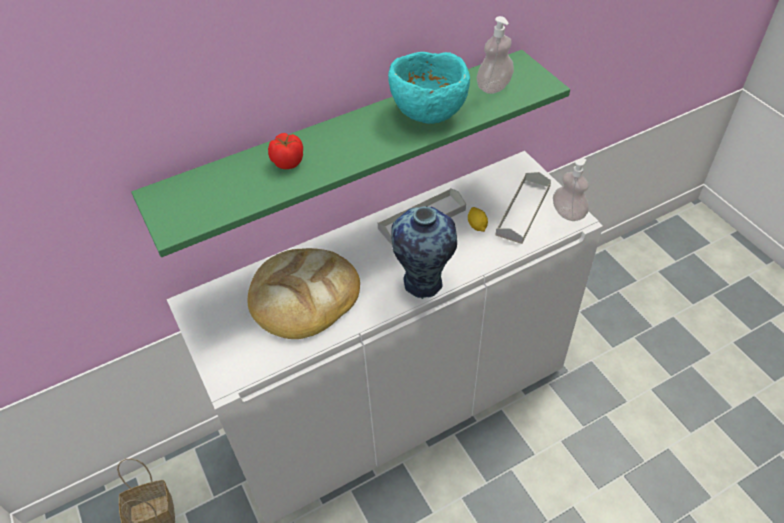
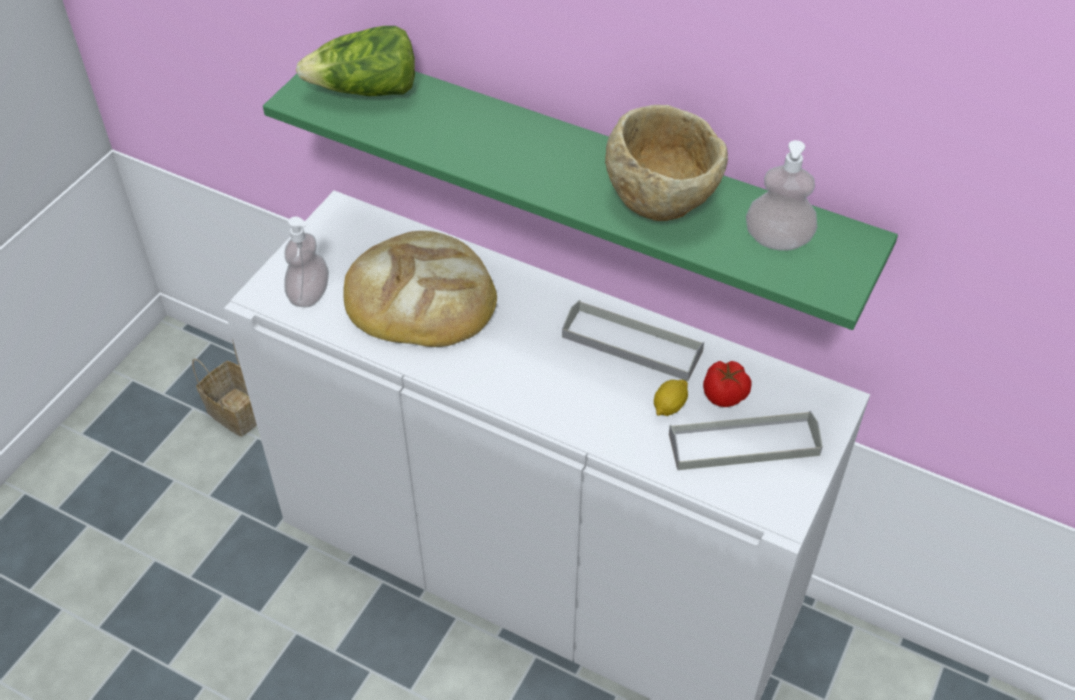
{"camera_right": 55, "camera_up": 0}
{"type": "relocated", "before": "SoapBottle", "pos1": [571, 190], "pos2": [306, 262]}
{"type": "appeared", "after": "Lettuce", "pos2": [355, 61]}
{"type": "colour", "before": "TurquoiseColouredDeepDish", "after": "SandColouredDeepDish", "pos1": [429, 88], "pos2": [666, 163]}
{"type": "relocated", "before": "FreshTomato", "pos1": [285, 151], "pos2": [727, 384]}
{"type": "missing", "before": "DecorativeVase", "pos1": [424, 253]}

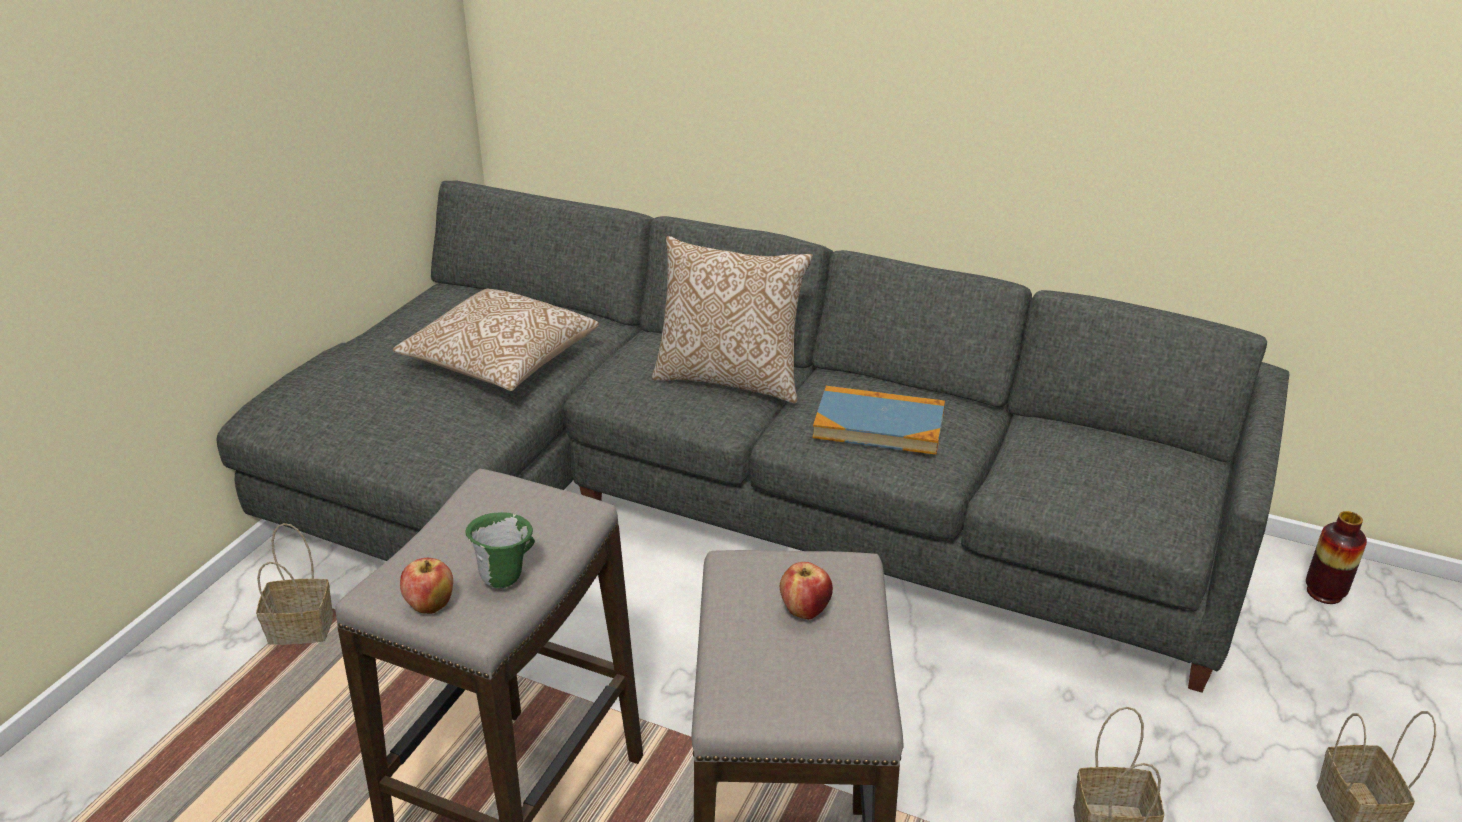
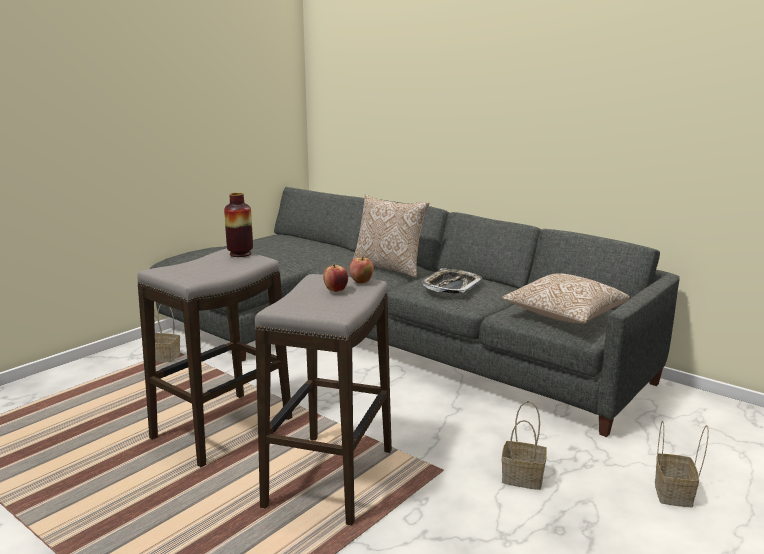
{"camera_right": 15, "camera_up": -15}
{"type": "relocated", "before": "DecorativeVase", "pos1": [1336, 557], "pos2": [238, 225]}
{"type": "relocated", "before": "WholeApple", "pos1": [426, 586], "pos2": [361, 270]}
{"type": "exchanged", "before": "BoundBook", "after": "CarryingTray", "pos1": [878, 420], "pos2": [452, 281]}
{"type": "relocated", "before": "Pillow", "pos1": [496, 339], "pos2": [566, 298]}
{"type": "missing", "before": "GreenColouredCoffeeMug", "pos1": [500, 550]}

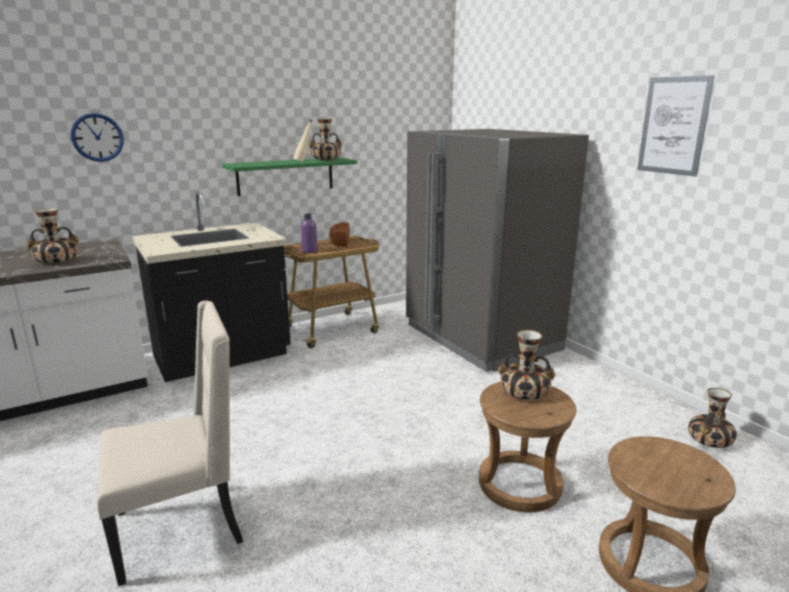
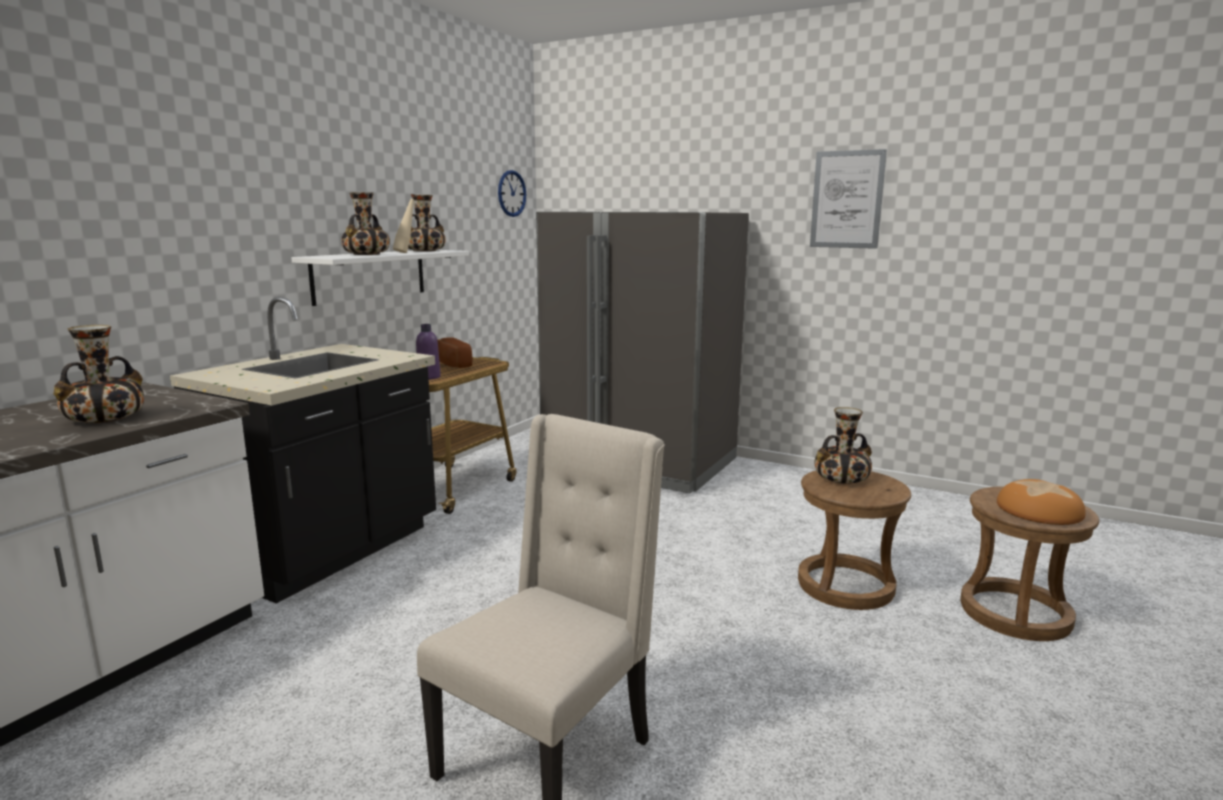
{"camera_right": -30, "camera_up": -5}
{"type": "colour", "before": "GreenColouredShelf", "after": "WhiteColouredShelf", "pos1": [289, 176], "pos2": [380, 278]}
{"type": "relocated", "before": "DecorativeVase", "pos1": [712, 418], "pos2": [365, 223]}
{"type": "relocated", "before": "ClockOnTheWall", "pos1": [97, 137], "pos2": [512, 193]}
{"type": "appeared", "after": "Bread", "pos2": [1041, 502]}

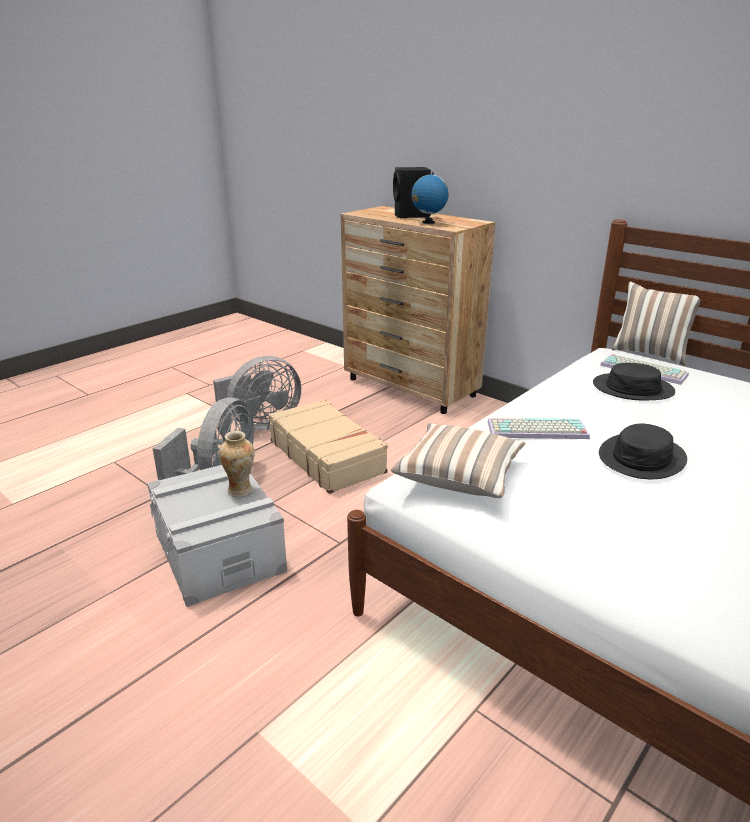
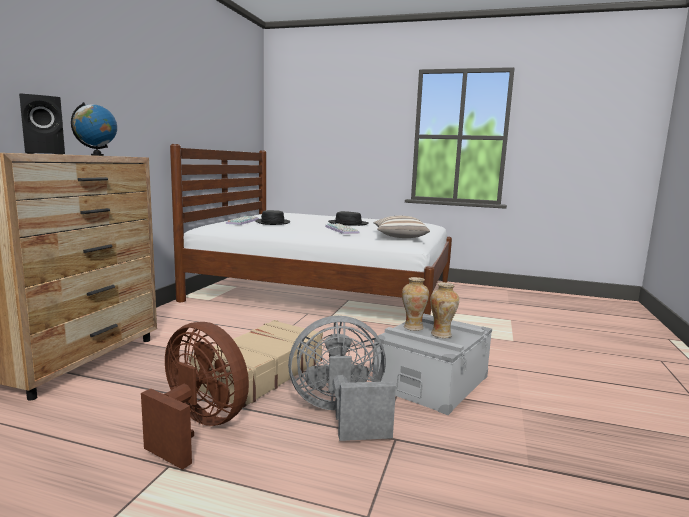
{"camera_right": -115, "camera_up": -15}
{"type": "colour", "before": "GreyishElectricFan", "after": "BrownColouredElectricFan", "pos1": [257, 393], "pos2": [195, 396]}
{"type": "appeared", "after": "DecorativeVase", "pos2": [444, 310]}
{"type": "missing", "before": "Pillow", "pos1": [656, 323]}

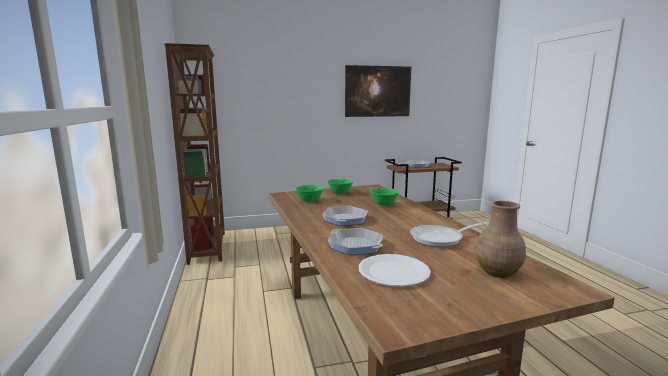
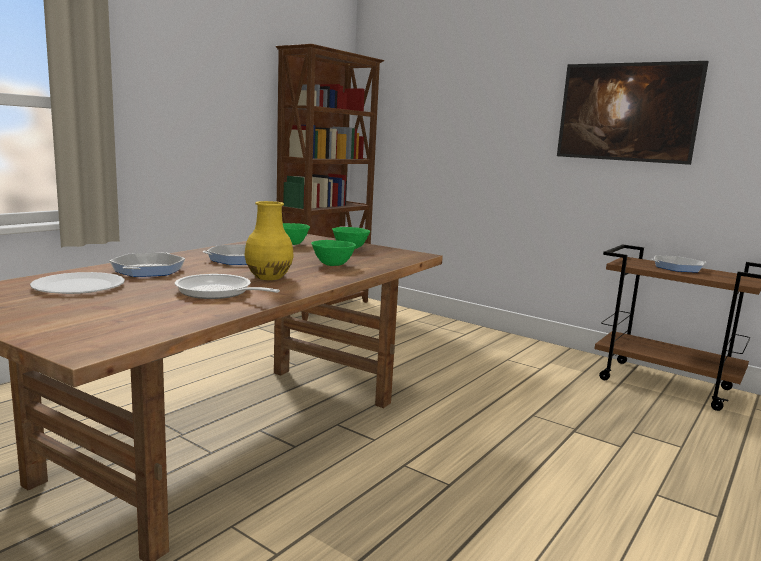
{"camera_right": 50, "camera_up": 0}
{"type": "appeared", "after": "YellowishDecorativeVase", "pos2": [269, 240]}
{"type": "missing", "before": "BrownColouredDecorativeVase", "pos1": [500, 239]}

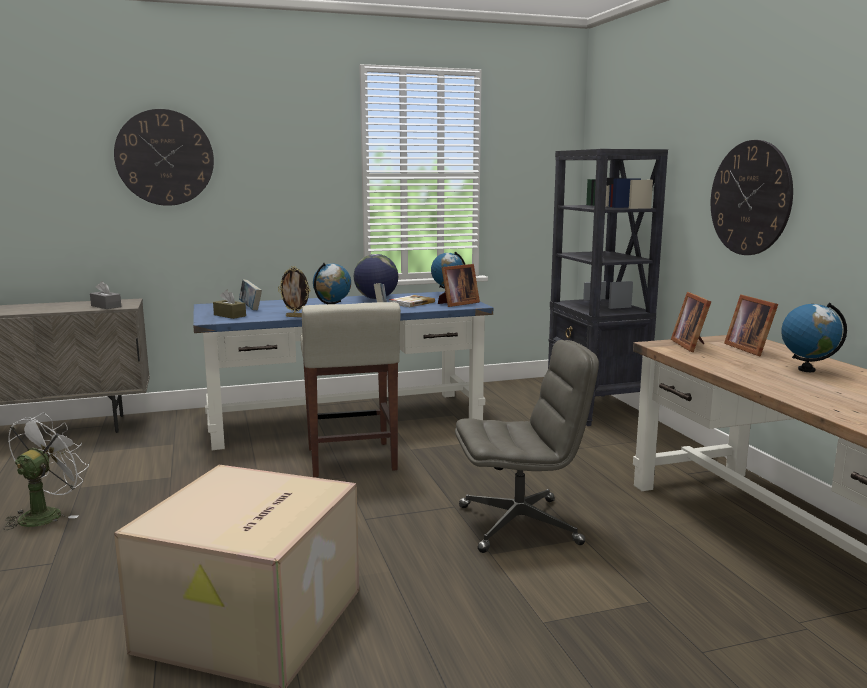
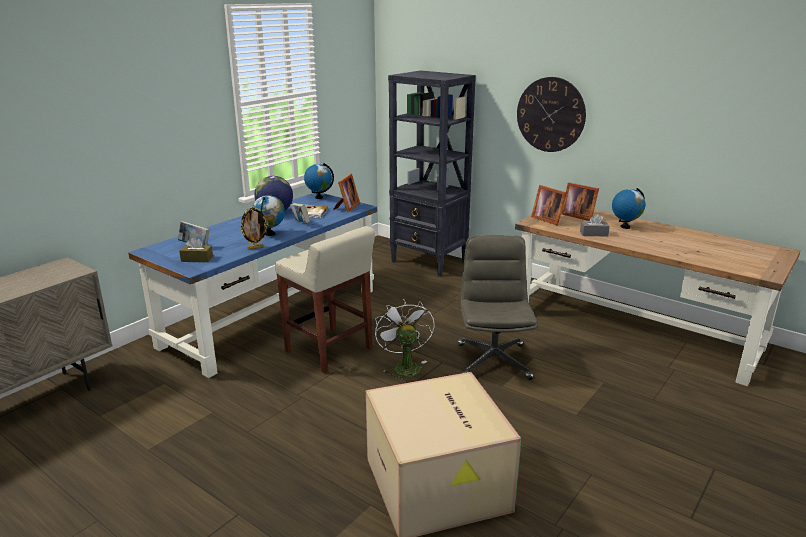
{"camera_right": -35, "camera_up": 10}
{"type": "relocated", "before": "WhiteColouredElectricFan", "pos1": [46, 471], "pos2": [405, 340]}
{"type": "spun", "before": "GreyishOfficeChair", "pos1": [527, 446], "pos2": [497, 307], "turn": -45}
{"type": "relocated", "before": "GreyishTissueBox", "pos1": [106, 295], "pos2": [595, 225]}
{"type": "missing", "before": "ClockOnTheWall", "pos1": [164, 157]}

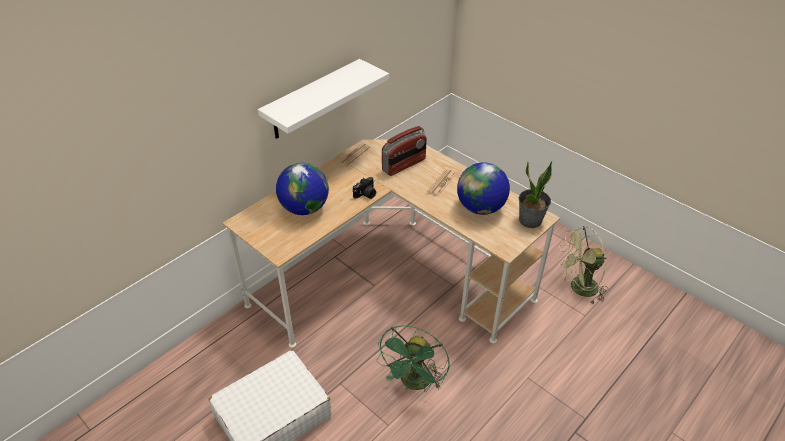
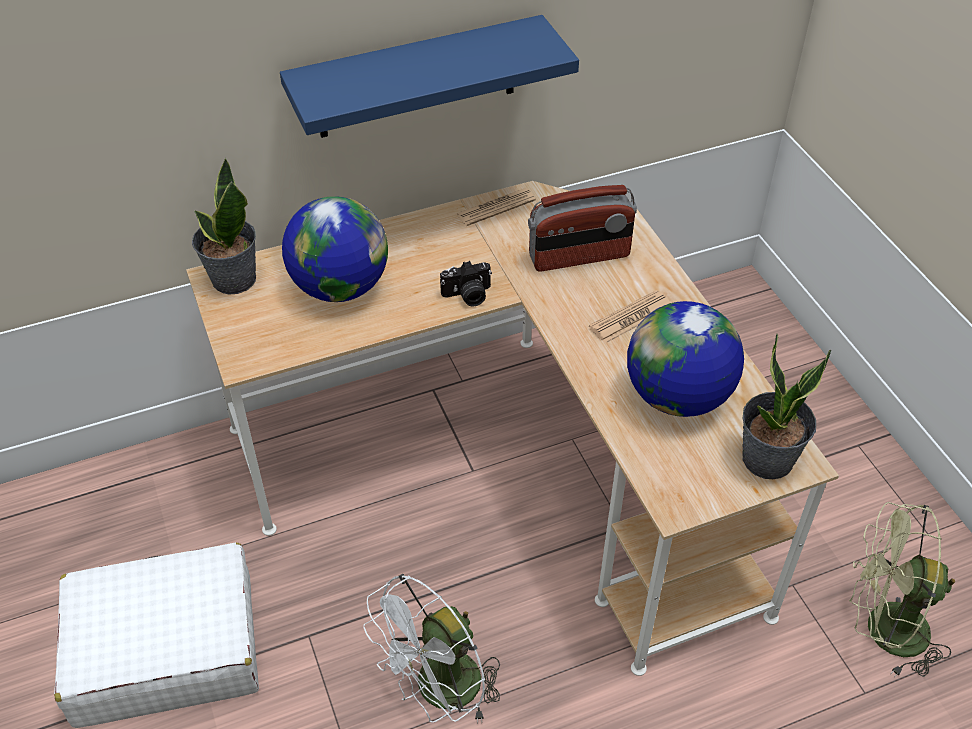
{"camera_right": 25, "camera_up": 5}
{"type": "appeared", "after": "PottedPlant", "pos2": [224, 226]}
{"type": "colour", "before": "WhiteColouredShelf", "after": "BluishShelf", "pos1": [323, 99], "pos2": [429, 76]}
{"type": "colour", "before": "GreenColouredElectricFan", "after": "WhiteColouredElectricFan", "pos1": [413, 358], "pos2": [431, 649]}

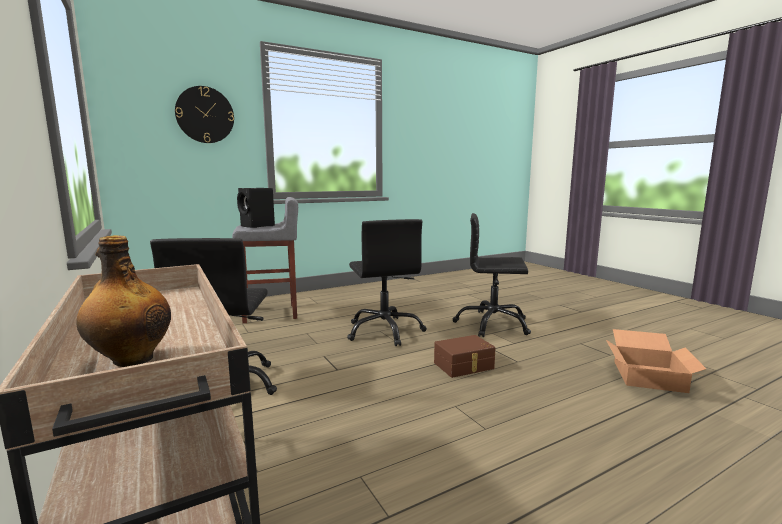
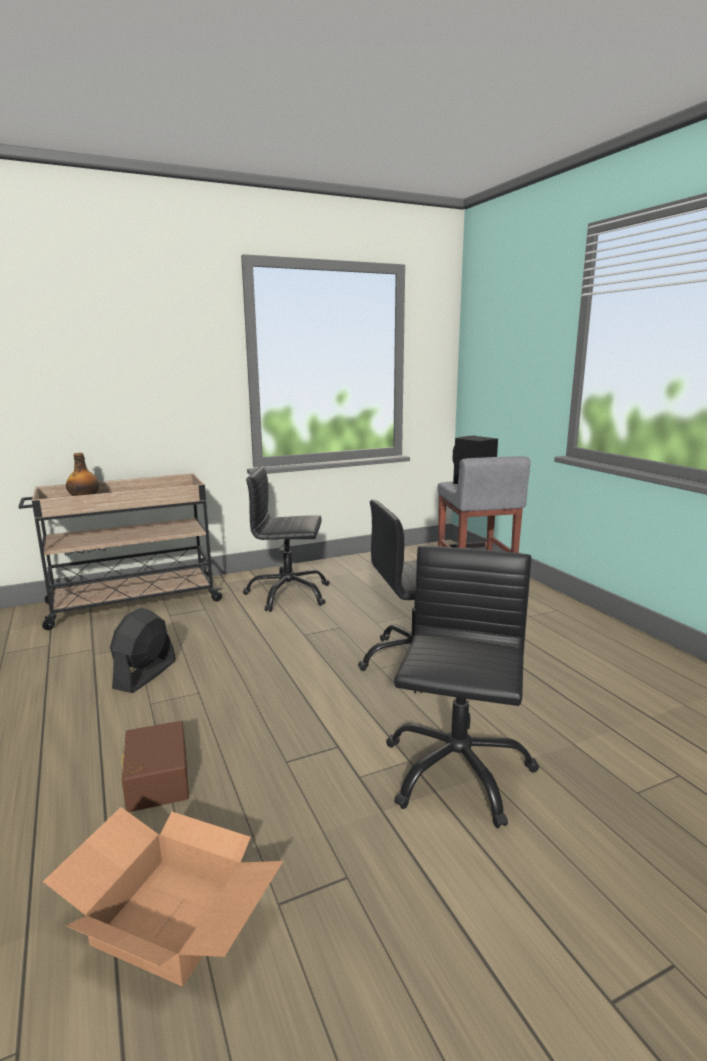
{"camera_right": 95, "camera_up": 5}
{"type": "appeared", "after": "BlackElectricFan", "pos2": [143, 650]}
{"type": "relocated", "before": "BrownColouredStorageContainer", "pos1": [464, 356], "pos2": [155, 766]}
{"type": "missing", "before": "ClockOnTheWall", "pos1": [204, 114]}

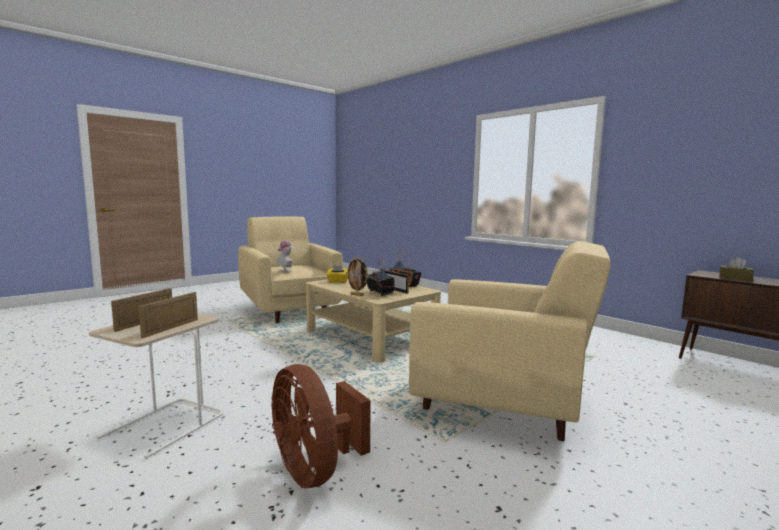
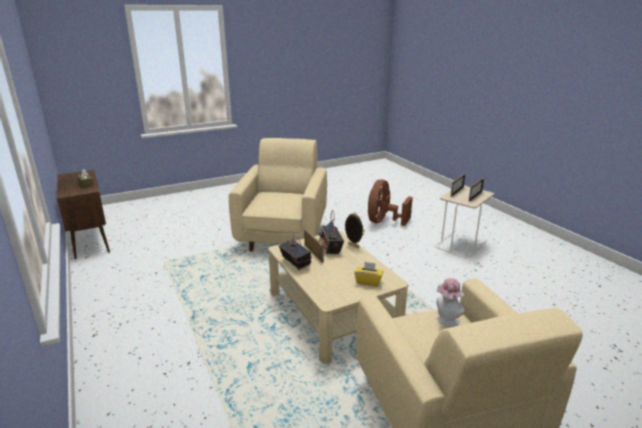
{"camera_right": -165, "camera_up": 15}
{"type": "spun", "before": "SandColouredLoungeChair", "pos1": [509, 341], "pos2": [278, 195], "turn": 60}
{"type": "spun", "before": "BrownColouredElectricFan", "pos1": [321, 426], "pos2": [390, 202], "turn": -135}

